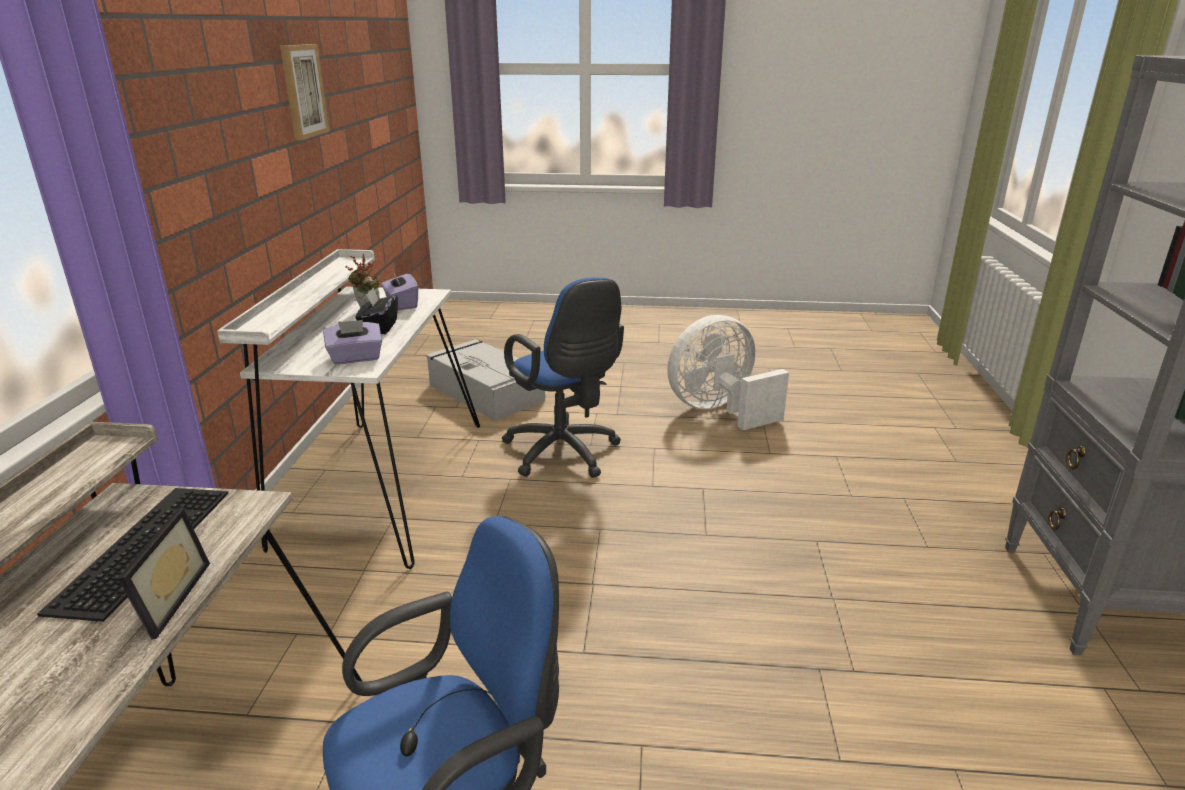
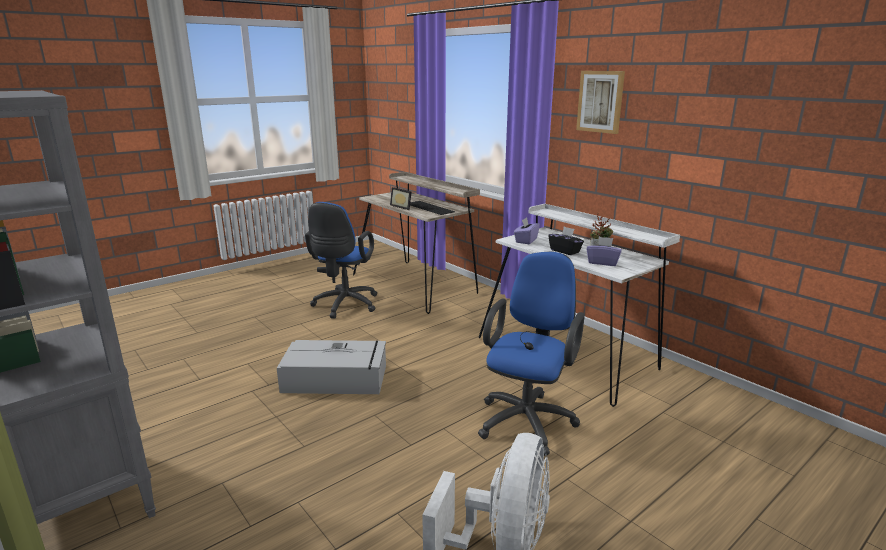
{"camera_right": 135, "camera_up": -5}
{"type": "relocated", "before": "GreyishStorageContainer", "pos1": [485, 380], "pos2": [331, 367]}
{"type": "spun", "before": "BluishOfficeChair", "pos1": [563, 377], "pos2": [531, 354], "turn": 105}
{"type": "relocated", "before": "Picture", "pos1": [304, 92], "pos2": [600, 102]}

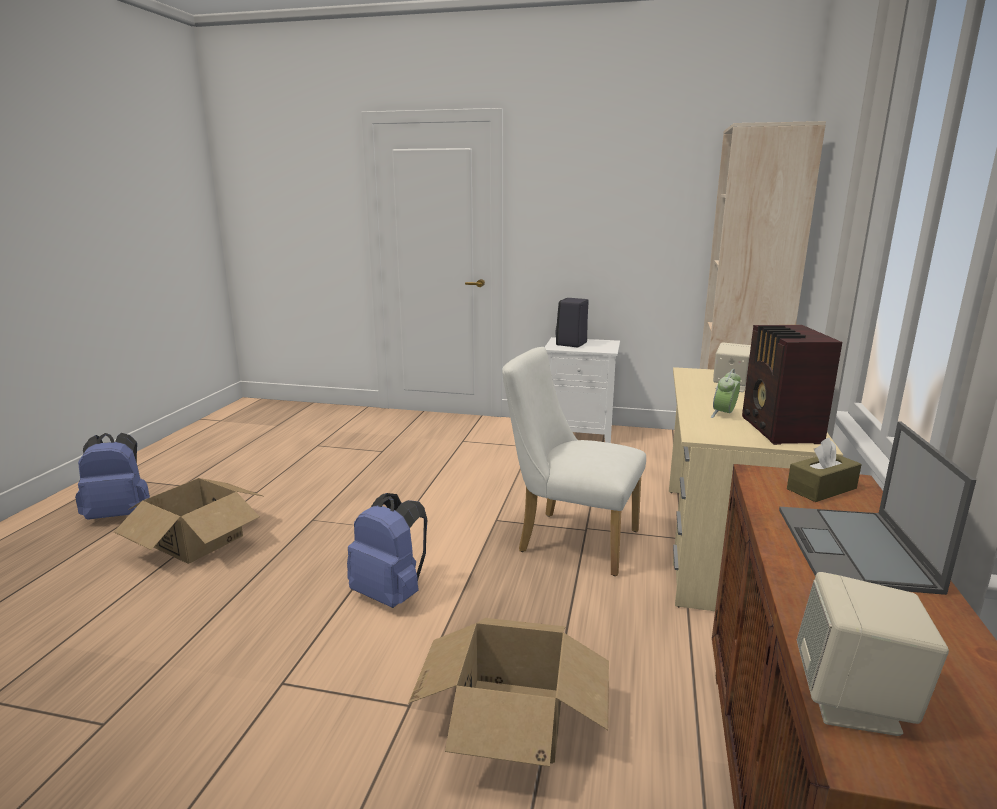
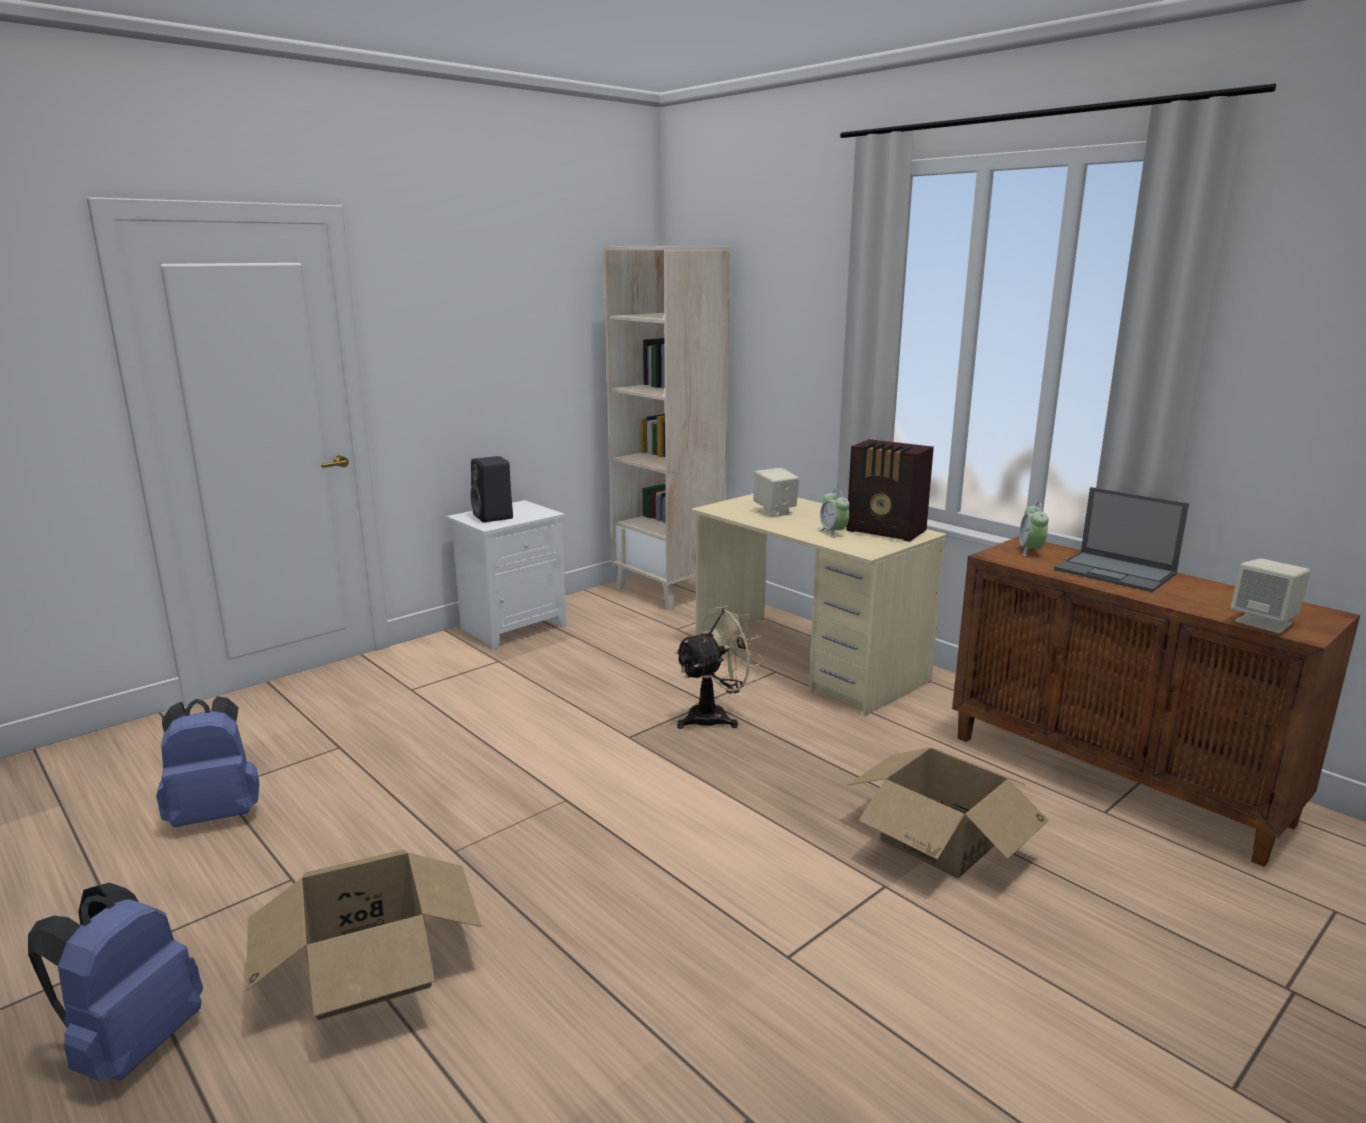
{"camera_right": -55, "camera_up": 0}
{"type": "relocated", "before": "BluishKnapsack", "pos1": [387, 550], "pos2": [207, 761]}
{"type": "exchanged", "before": "WhiteColouredUprightChair", "after": "SandColouredElectricFan", "pos1": [574, 461], "pos2": [720, 666]}
{"type": "exchanged", "before": "BrownColouredTissueBox", "after": "BedsideClock", "pos1": [824, 470], "pos2": [1033, 529]}

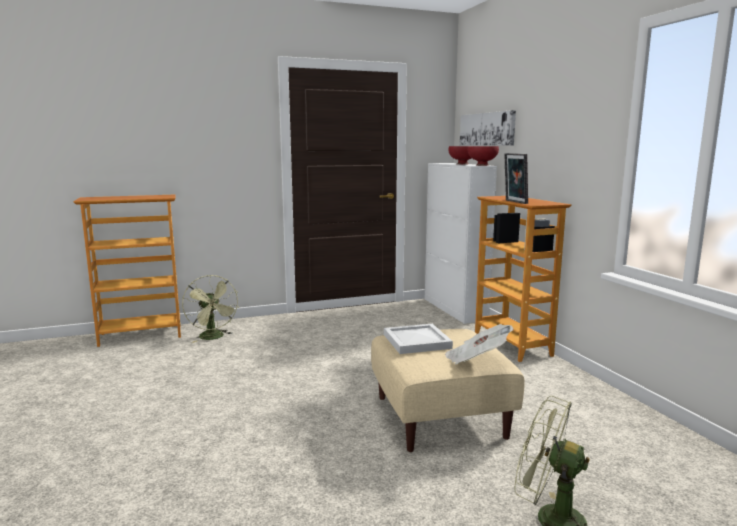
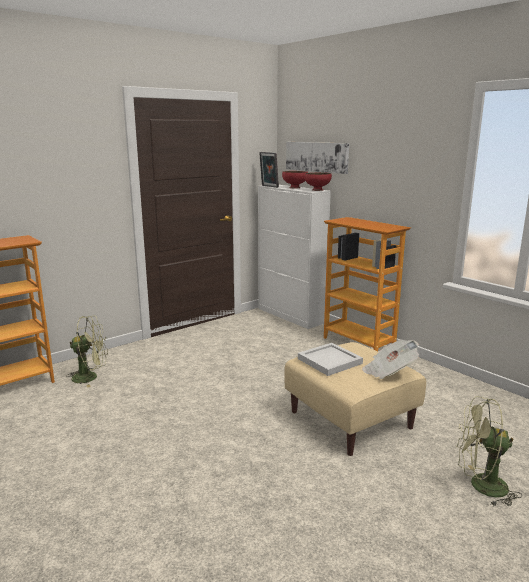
{"camera_right": -20, "camera_up": 5}
{"type": "spun", "before": "GreenColouredElectricFan", "pos1": [210, 309], "pos2": [87, 352], "turn": -45}
{"type": "relocated", "before": "PictureFrame", "pos1": [516, 178], "pos2": [269, 170]}

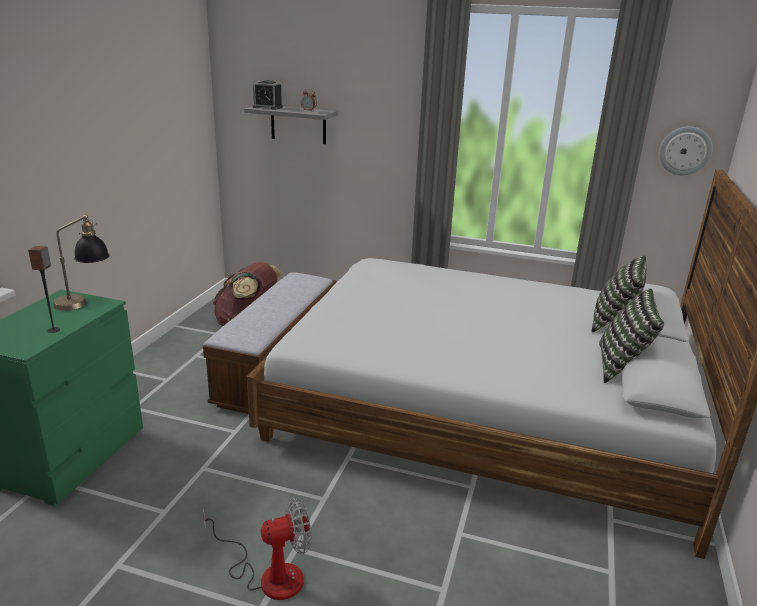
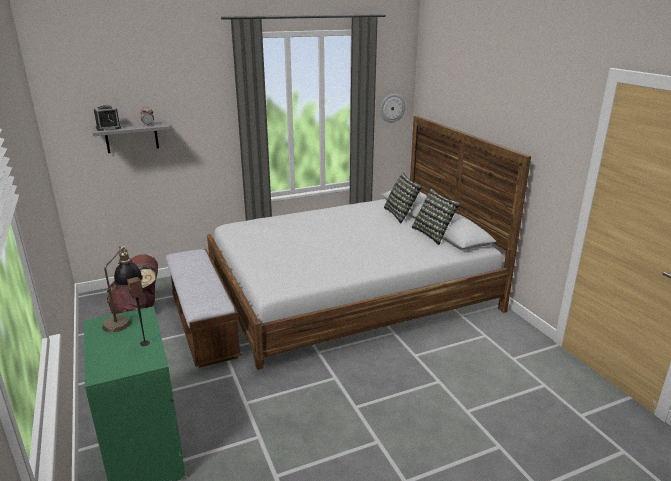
{"camera_right": -40, "camera_up": 0}
{"type": "missing", "before": "ElectricFan", "pos1": [257, 549]}

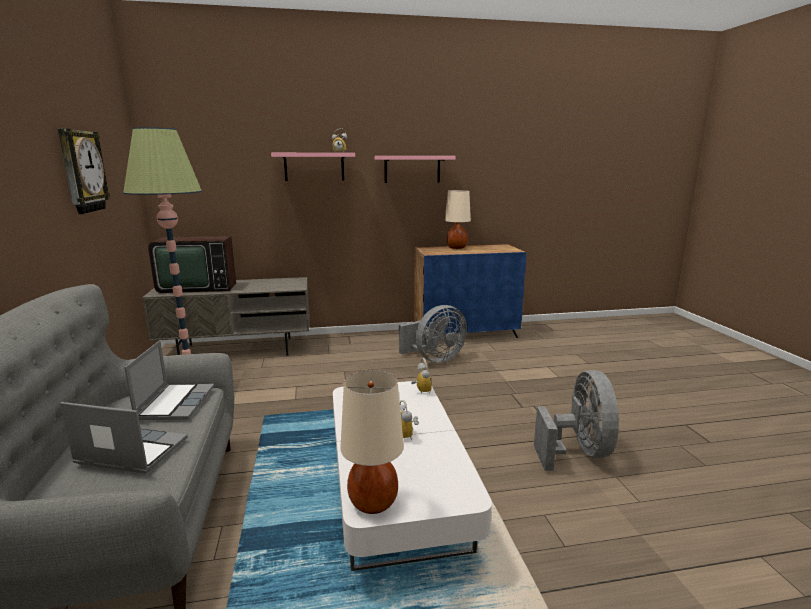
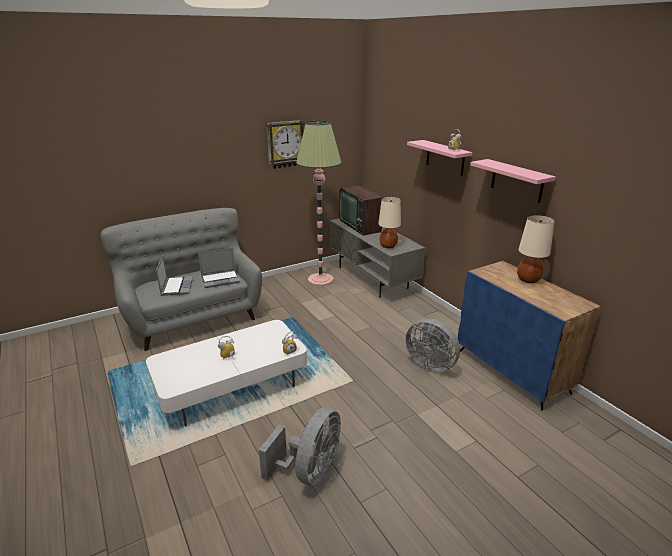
{"camera_right": 70, "camera_up": 10}
{"type": "spun", "before": "GreyishElectricFan", "pos1": [576, 420], "pos2": [300, 447], "turn": -45}
{"type": "relocated", "before": "SandColouredTabletopLamp", "pos1": [372, 442], "pos2": [389, 222]}

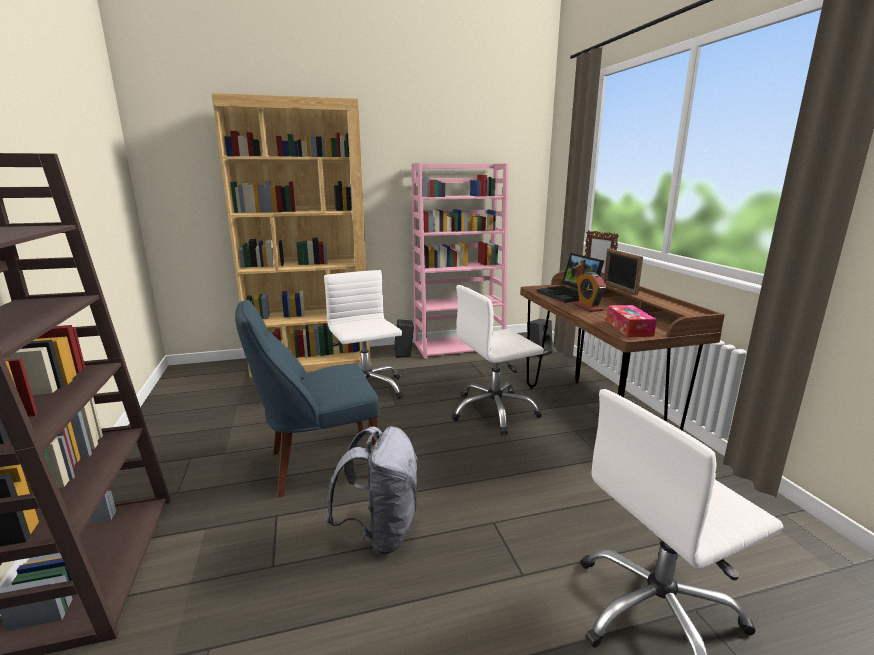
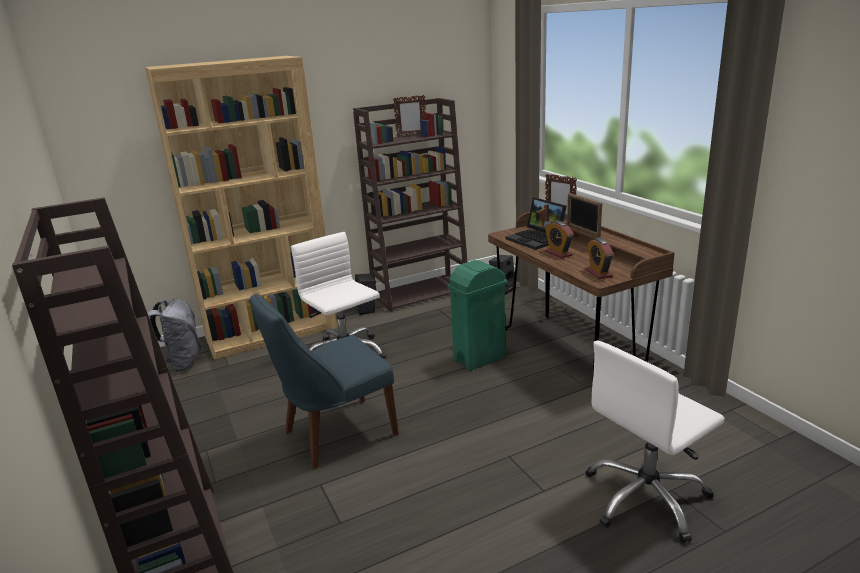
{"camera_right": -10, "camera_up": 5}
{"type": "relocated", "before": "GreyishKnapsack", "pos1": [372, 490], "pos2": [174, 335]}
{"type": "colour", "before": "PinkishBookcase", "after": "BrownColouredBookcase", "pos1": [460, 261], "pos2": [410, 205]}
{"type": "appeared", "after": "PictureFrame", "pos2": [409, 116]}
{"type": "exchanged", "before": "WhiteColouredOfficeChair", "after": "GreenColouredRubbishBin", "pos1": [497, 360], "pos2": [477, 315]}
{"type": "exchanged", "before": "TissueBox", "after": "BedsideClock", "pos1": [631, 321], "pos2": [599, 258]}

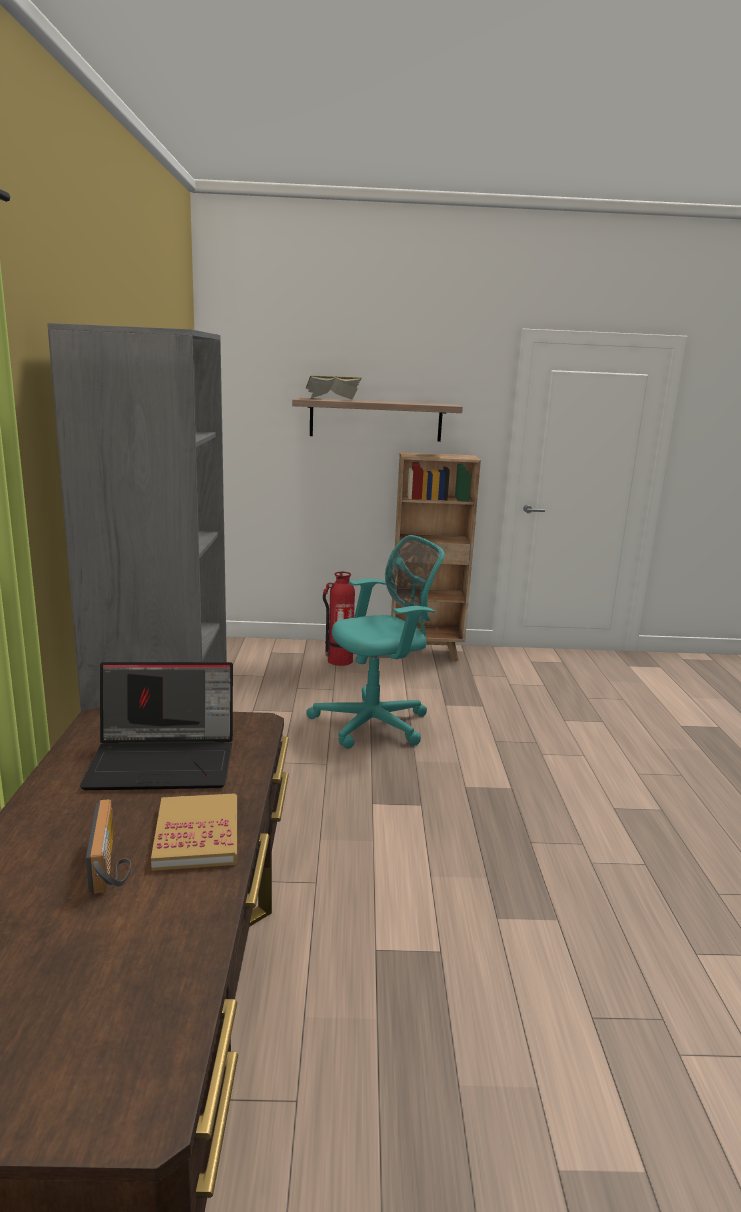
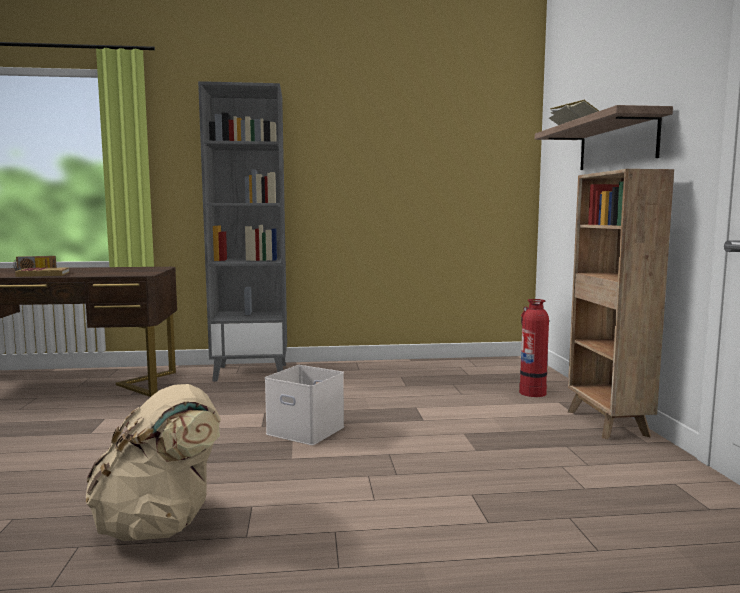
{"camera_right": 85, "camera_up": -10}
{"type": "appeared", "after": "SandColouredKnapsack", "pos2": [153, 462]}
{"type": "appeared", "after": "WhiteColouredStorageContainer", "pos2": [304, 405]}
{"type": "missing", "before": "Laptop", "pos1": [156, 726]}
{"type": "missing", "before": "TurquoiseColouredOfficeChair", "pos1": [375, 642]}

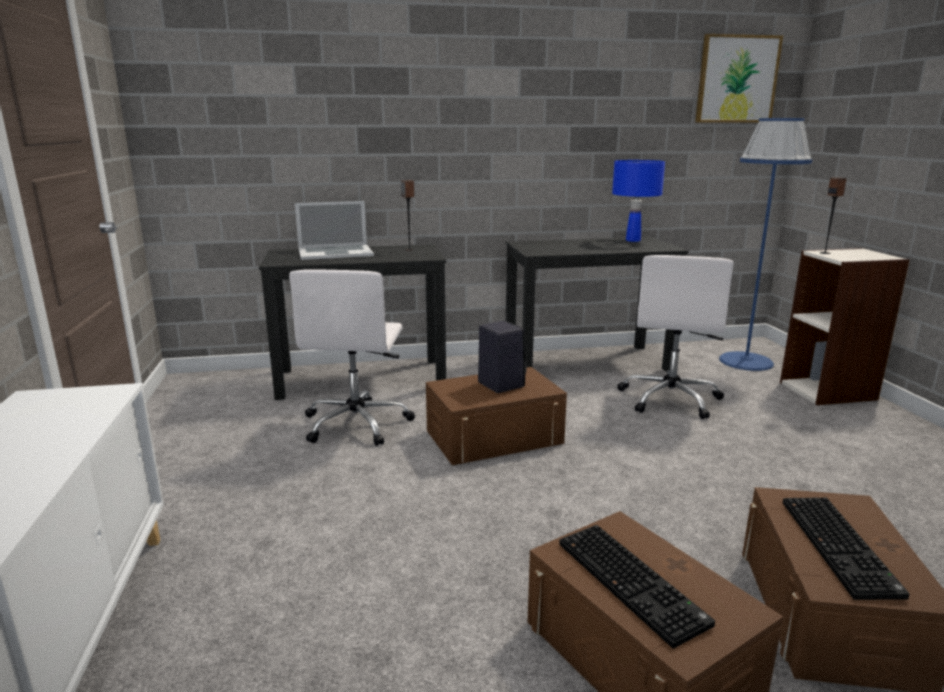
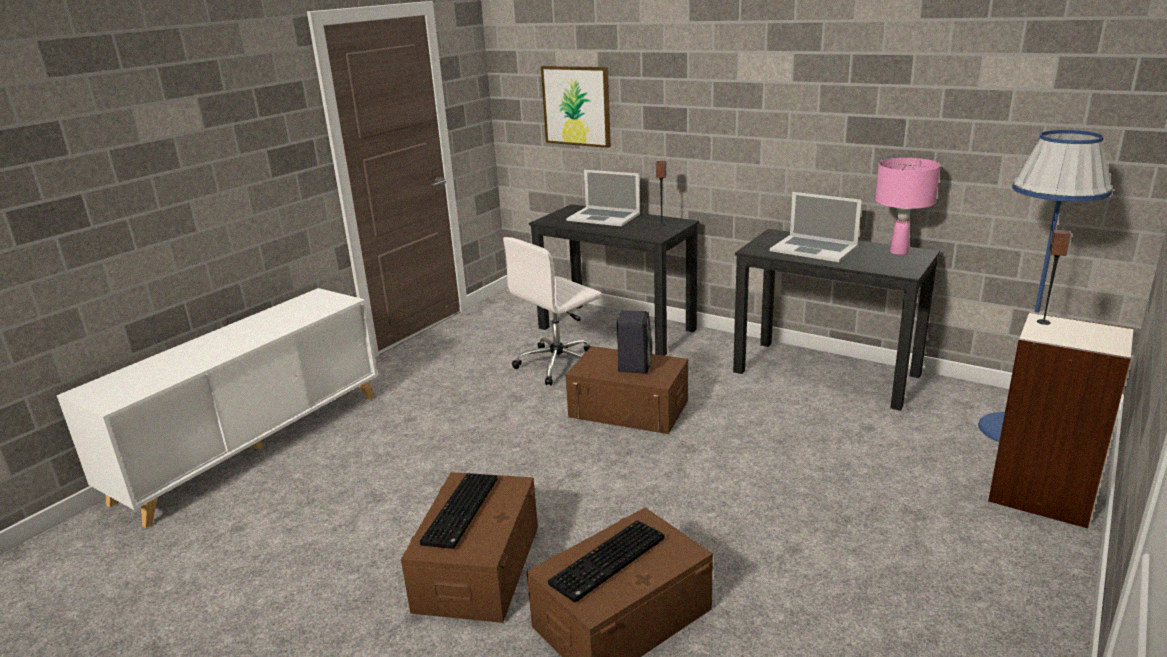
{"camera_right": 45, "camera_up": 5}
{"type": "relocated", "before": "Picture", "pos1": [739, 78], "pos2": [576, 107]}
{"type": "appeared", "after": "Laptop", "pos2": [816, 227]}
{"type": "colour", "before": "BluishTabletopLamp", "after": "PinkishTabletopLamp", "pos1": [638, 201], "pos2": [908, 206]}
{"type": "missing", "before": "WhiteColouredOfficeChair", "pos1": [675, 337]}

